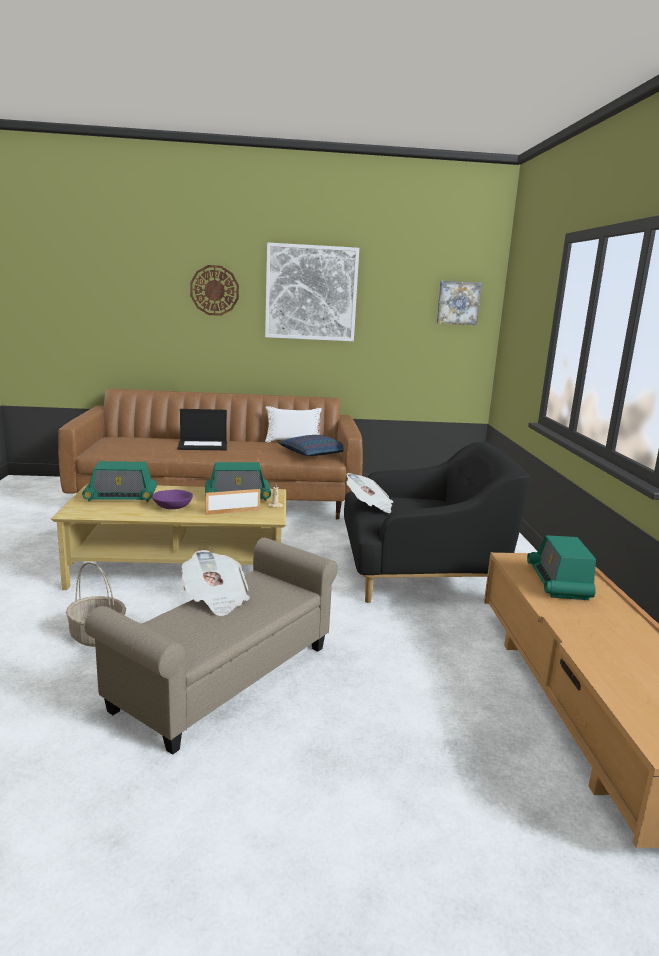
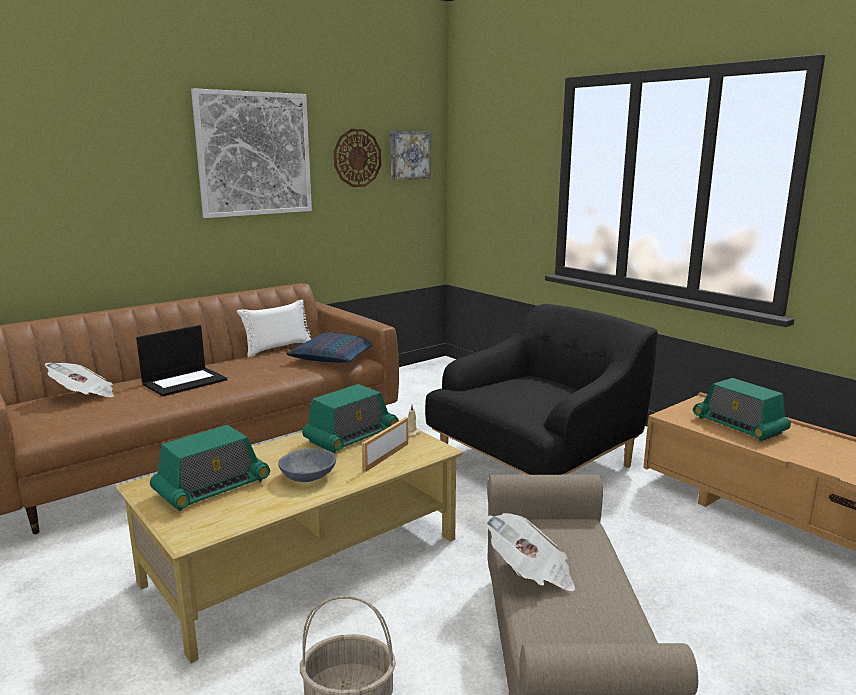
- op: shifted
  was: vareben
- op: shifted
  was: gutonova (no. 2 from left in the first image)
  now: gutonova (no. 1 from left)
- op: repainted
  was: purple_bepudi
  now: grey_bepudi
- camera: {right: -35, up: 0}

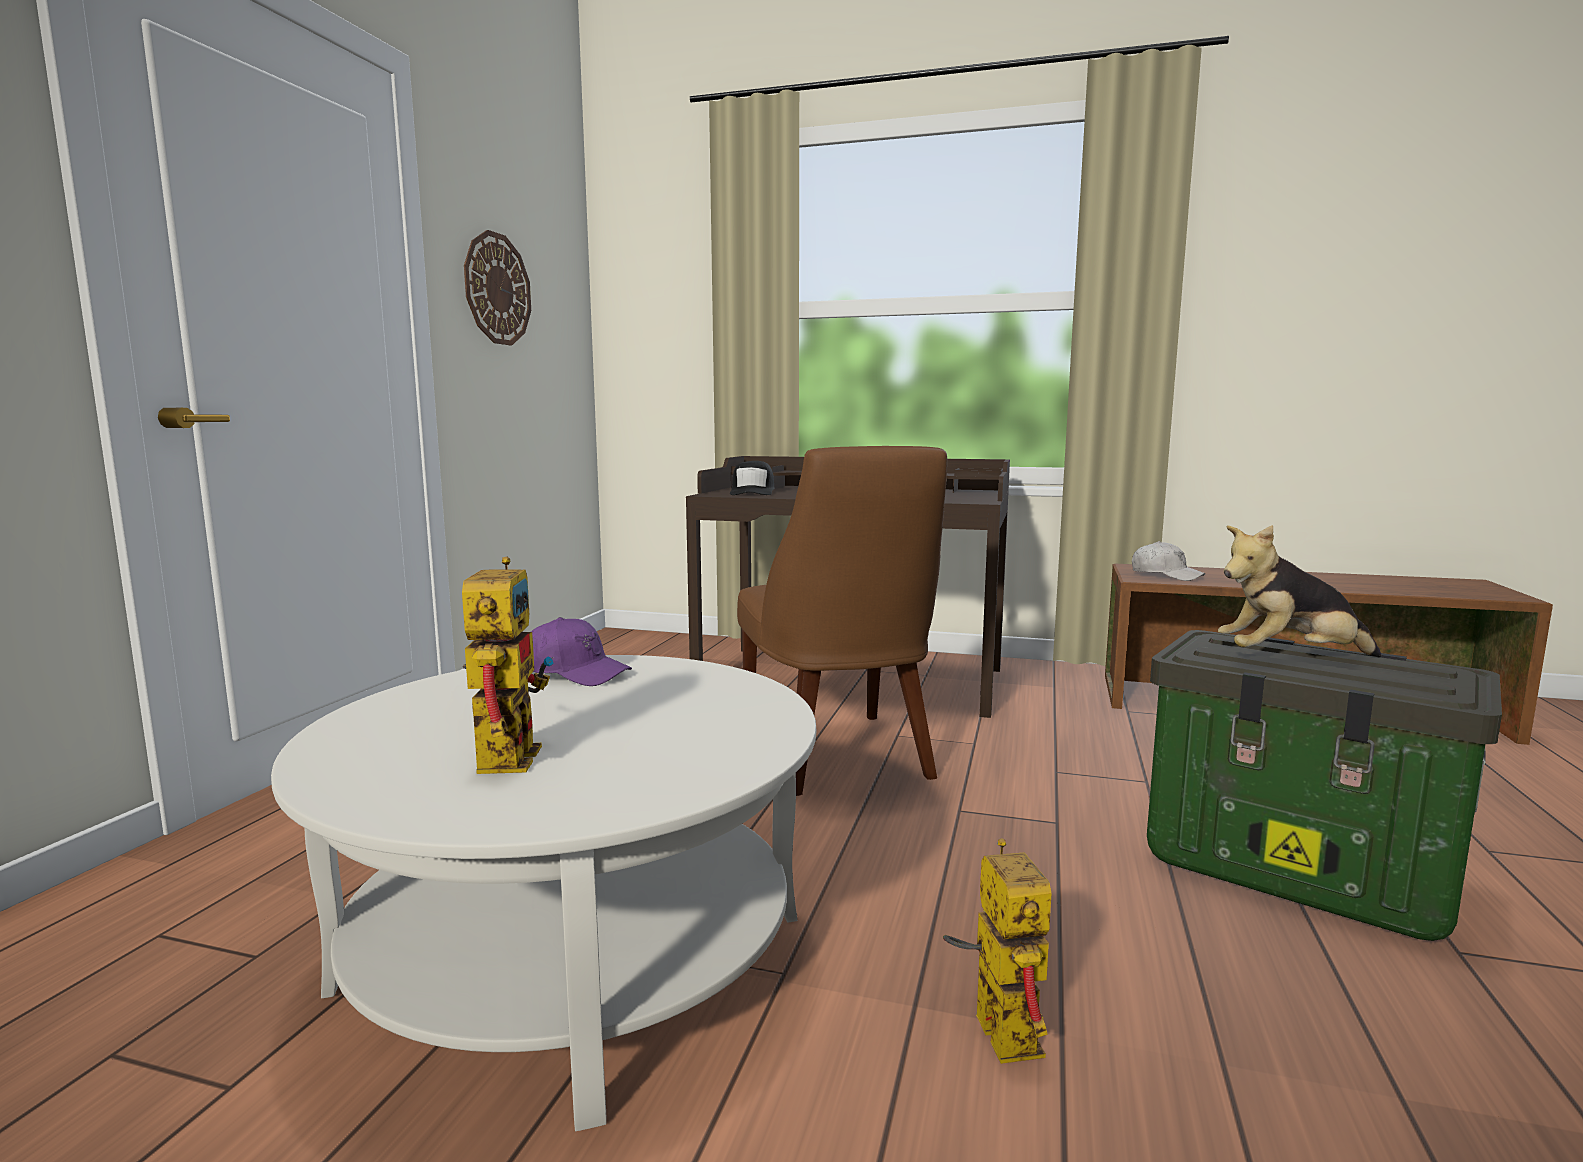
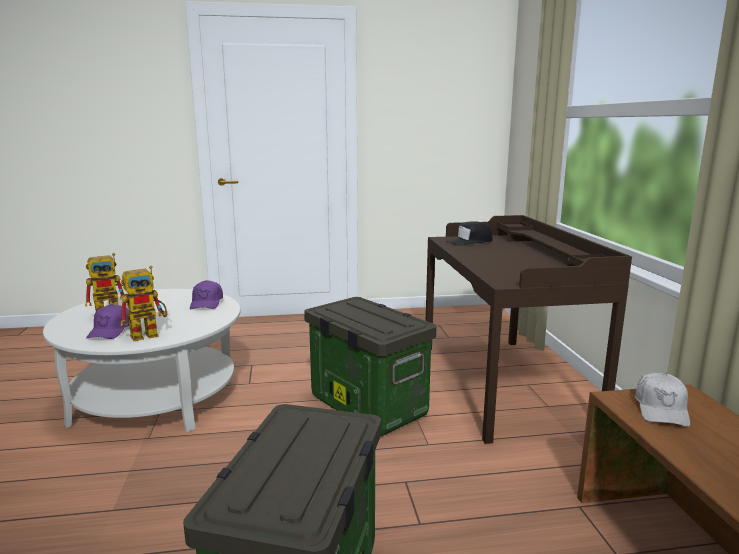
- op: gone
  was: vareben
- op: gone
  was: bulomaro
- op: new
  now: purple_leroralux (no. 1 from left)
- op: shifted
  was: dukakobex (no. 2 from left)
- op: swapped
  was: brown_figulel
  now: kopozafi (no. 2 from left)
- camera: {right: 65, up: 5}

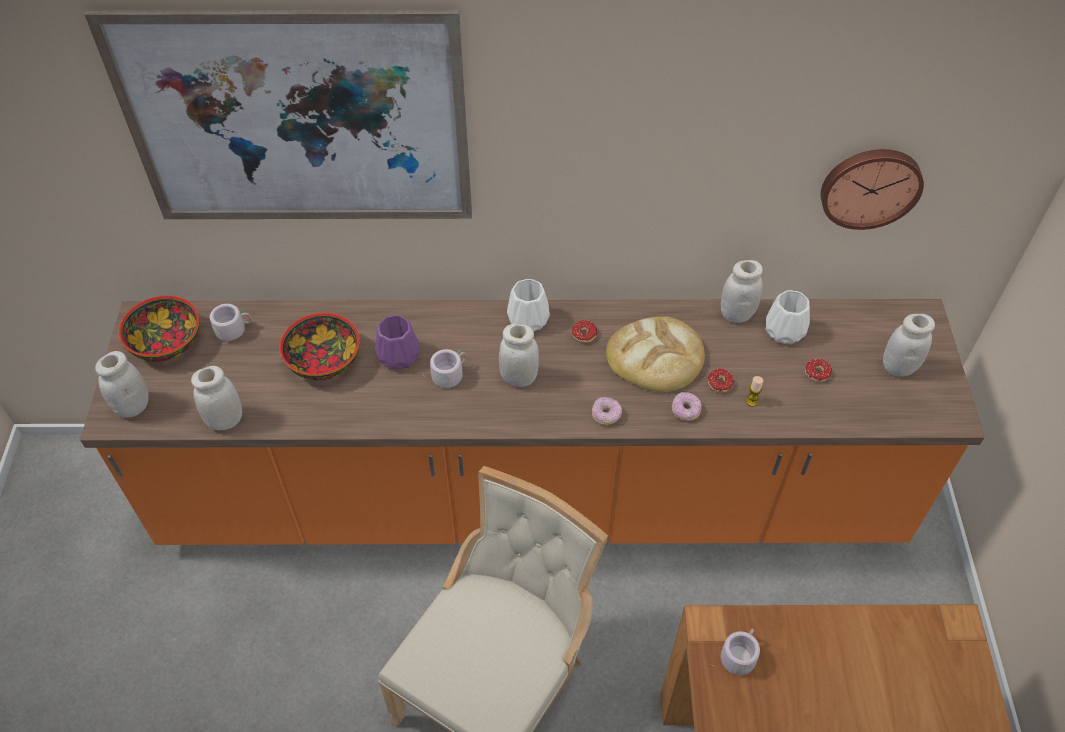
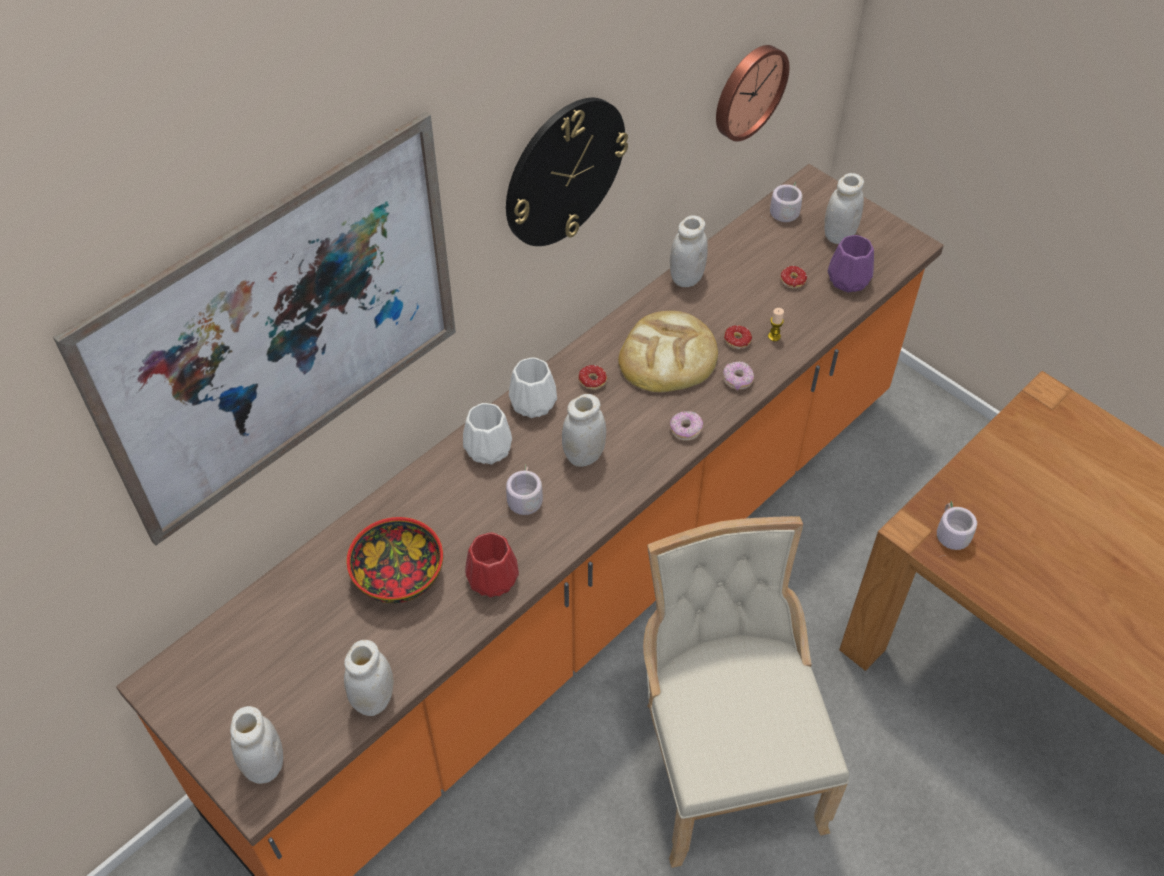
- op: gone
  was: bepudi (no. 1 from left)
- op: new
  now: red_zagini
- op: new
  now: vareben (no. 1 from left)
- op: shifted
  was: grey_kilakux (no. 1 from left in the first image)
  now: grey_kilakux (no. 2 from left)
- op: shifted
  was: purple_zagini
- op: shifted
  was: white_zagini (no. 2 from left in the first image)
  now: white_zagini (no. 1 from left)
- camera: {right: -45, up: 0}

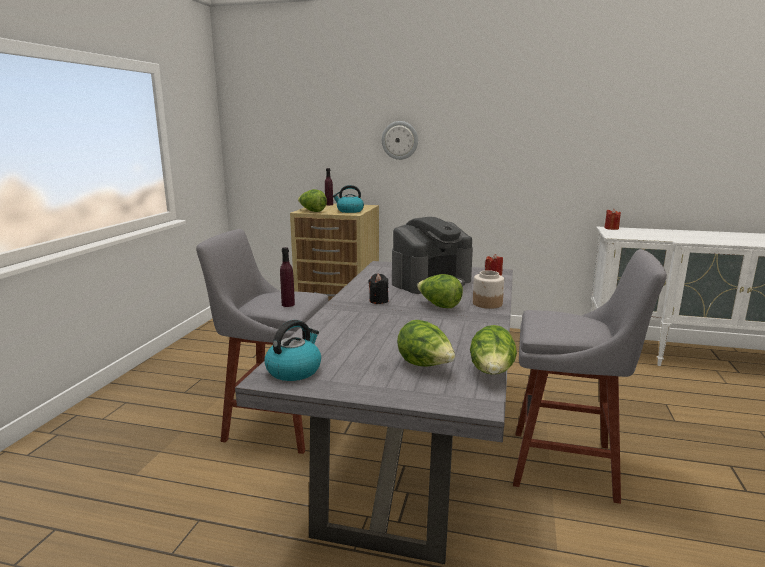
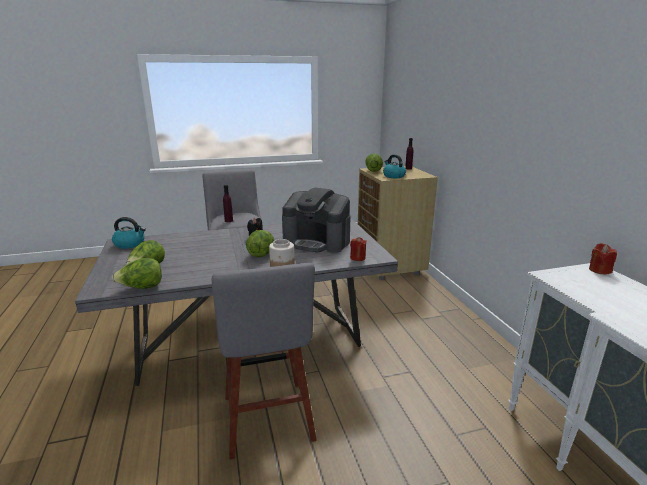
- op: gone
  was: vareben
- camera: {right: 60, up: 5}

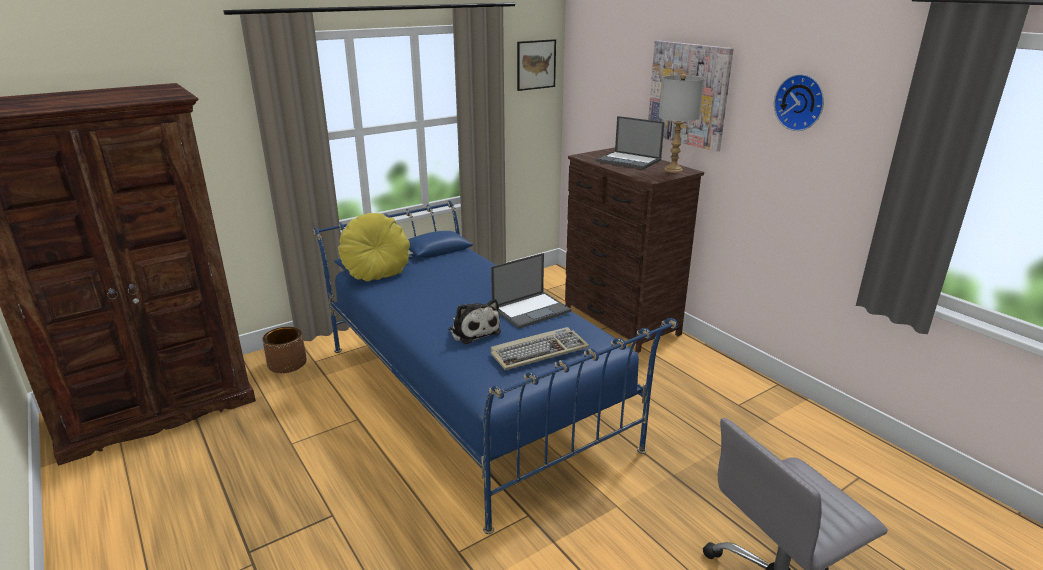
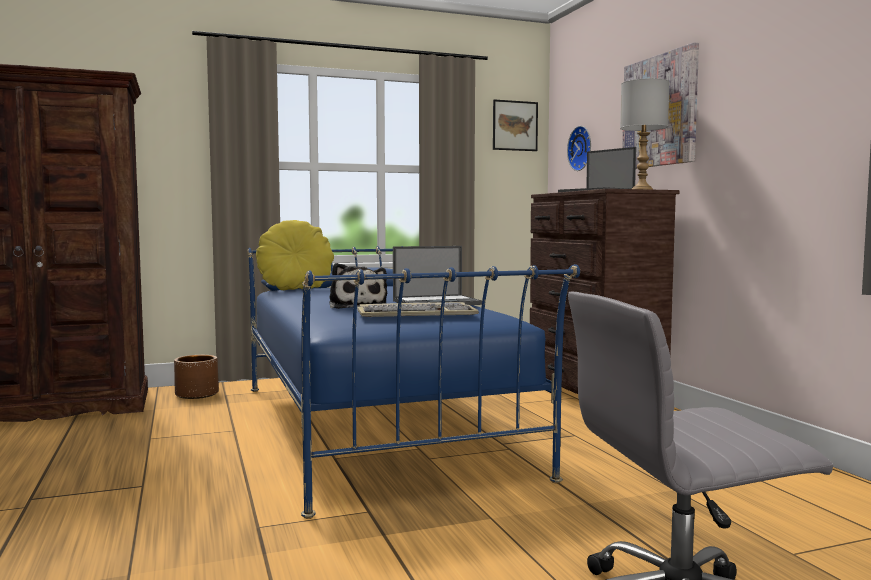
- op: shifted
  was: vareben
- camera: {right: 15, up: -20}

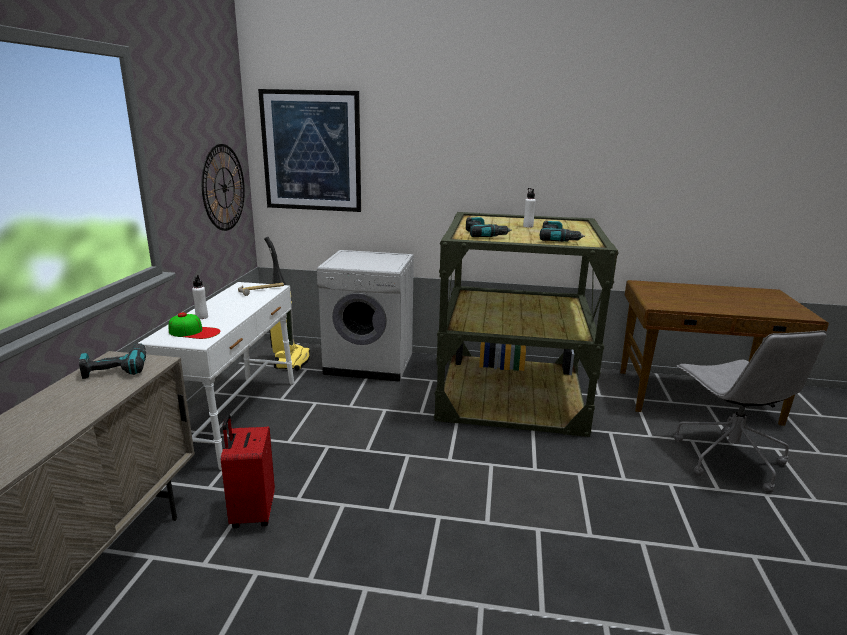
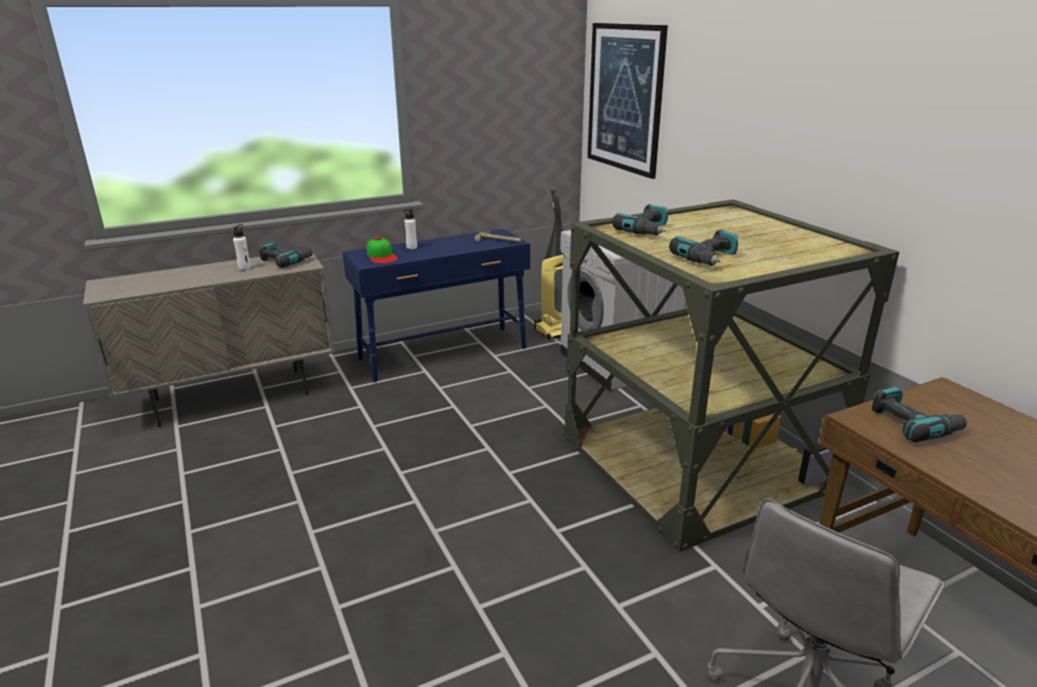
- op: gone
  was: vareben
- op: gone
  was: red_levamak
- op: new
  now: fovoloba (no. 4 from left)
- op: shifted
  was: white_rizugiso (no. 2 from left in the first image)
  now: white_rizugiso (no. 1 from left)
- op: repainted
  was: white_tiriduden
  now: blue_tiriduden
- camera: {right: 55, up: 5}

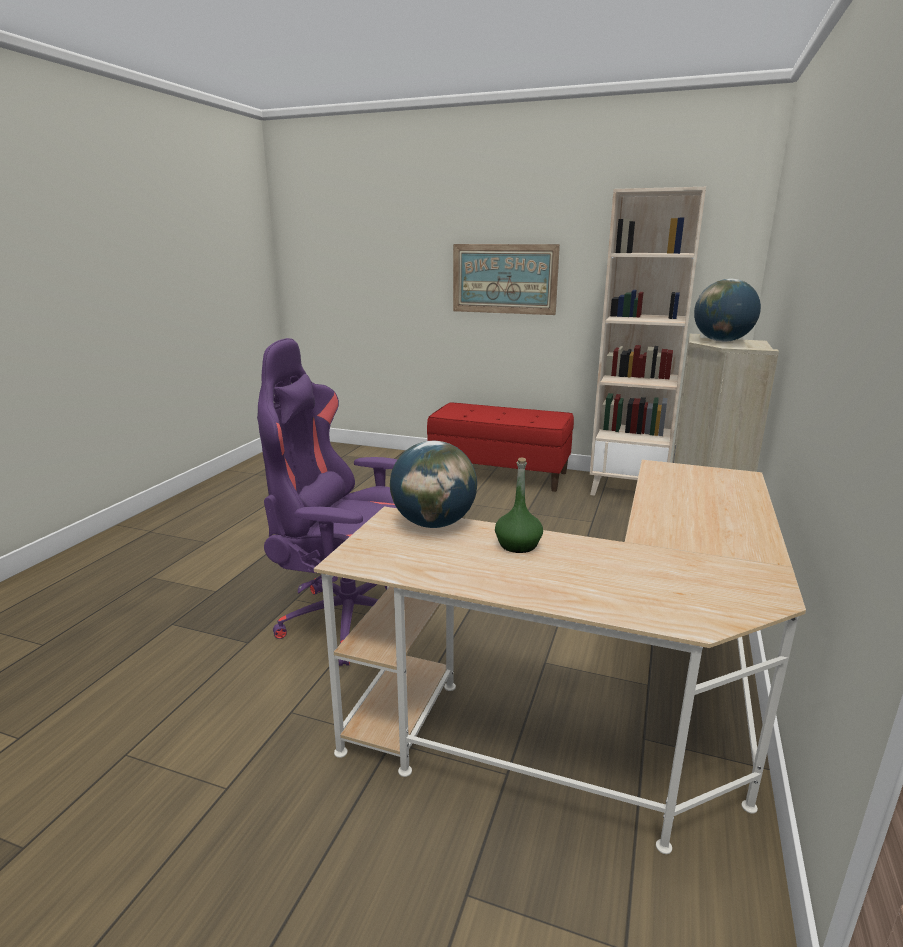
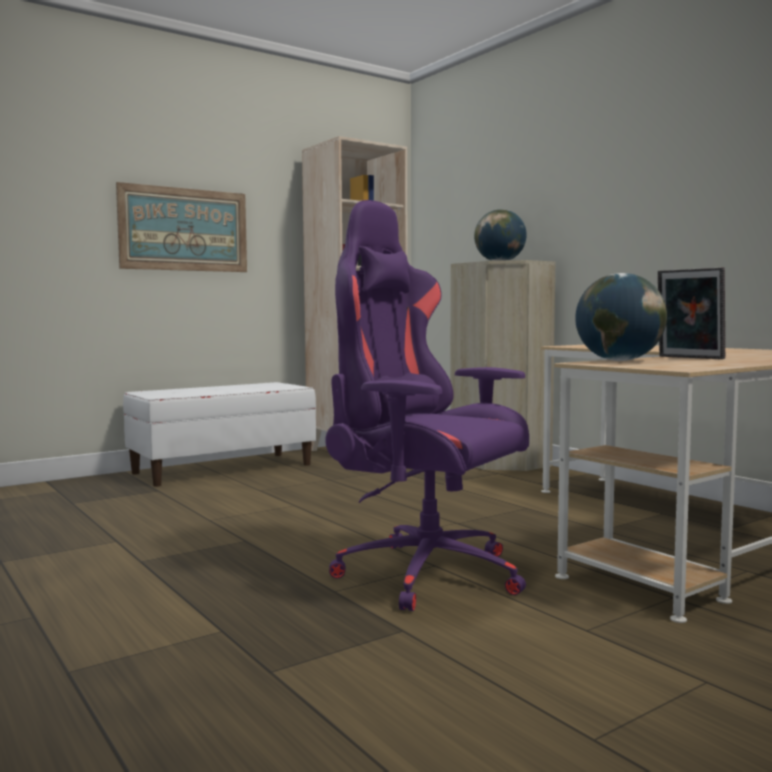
- op: swapped
  was: green_rizugiso
  now: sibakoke
- op: repainted
  was: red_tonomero
  now: white_tonomero
- op: rotated
  was: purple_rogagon
  clockwise: 75
- camera: {right: -55, up: -15}

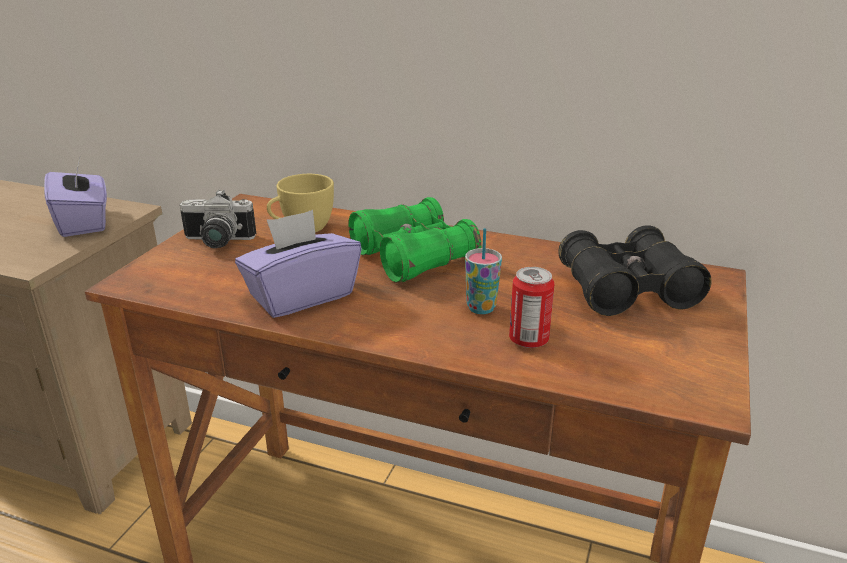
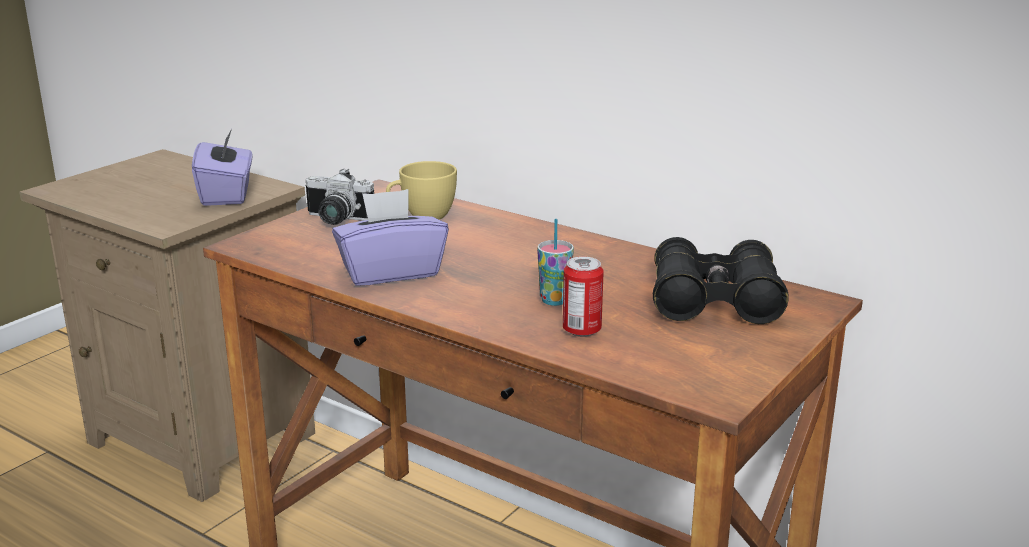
- op: gone
  was: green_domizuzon
- camera: {right: 15, up: -5}

